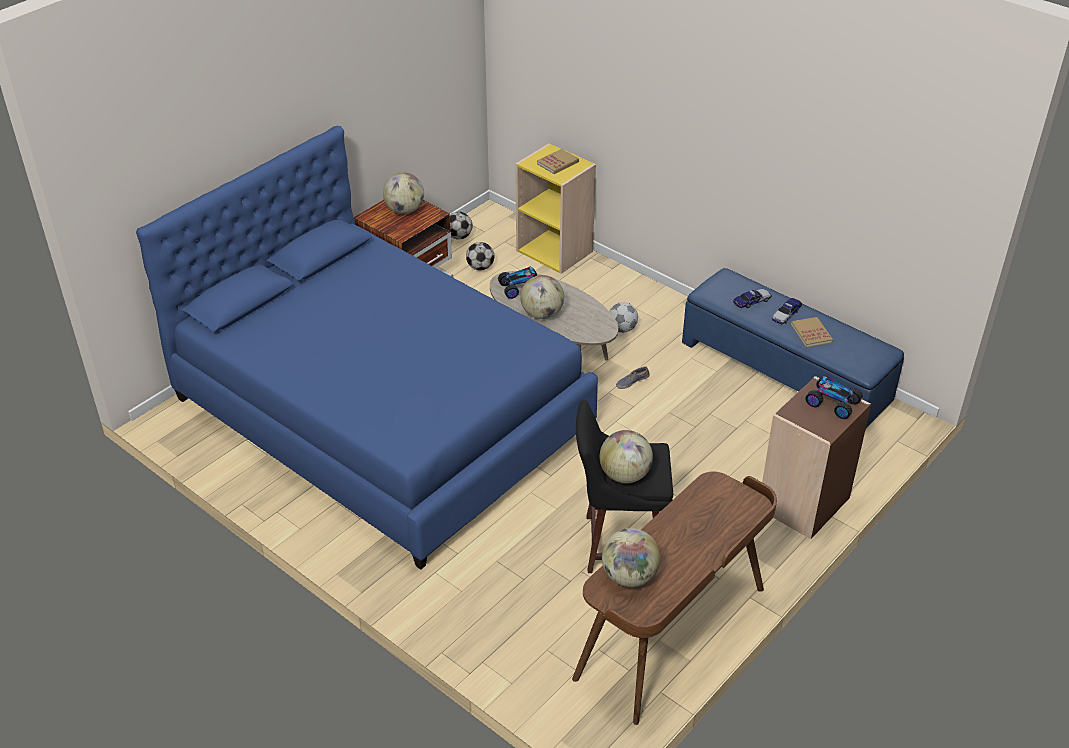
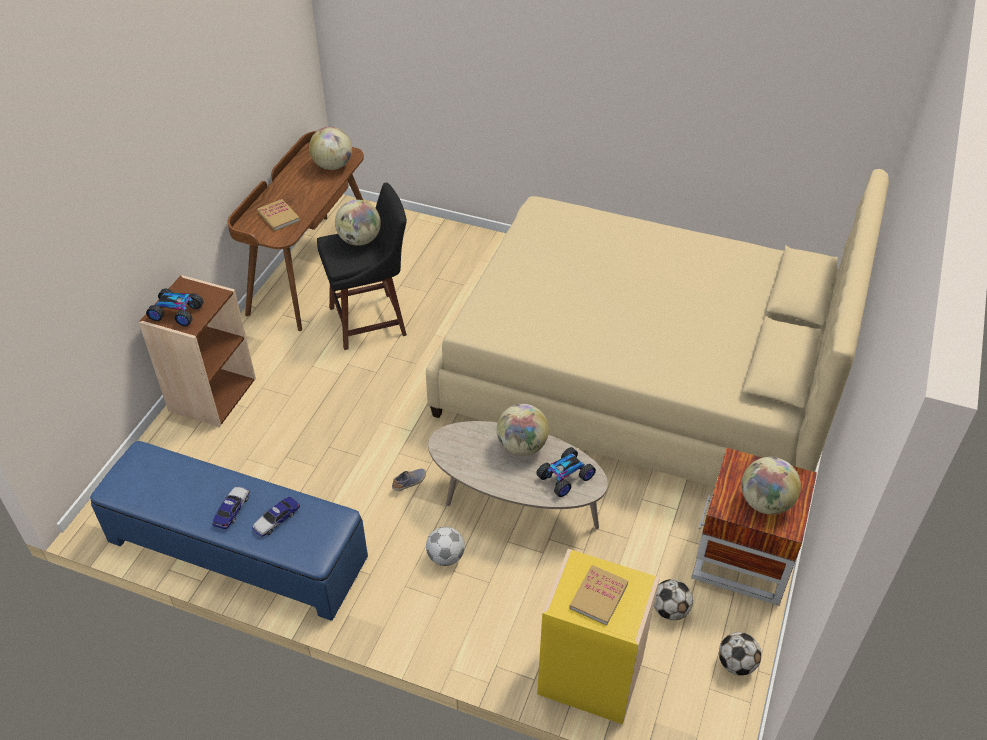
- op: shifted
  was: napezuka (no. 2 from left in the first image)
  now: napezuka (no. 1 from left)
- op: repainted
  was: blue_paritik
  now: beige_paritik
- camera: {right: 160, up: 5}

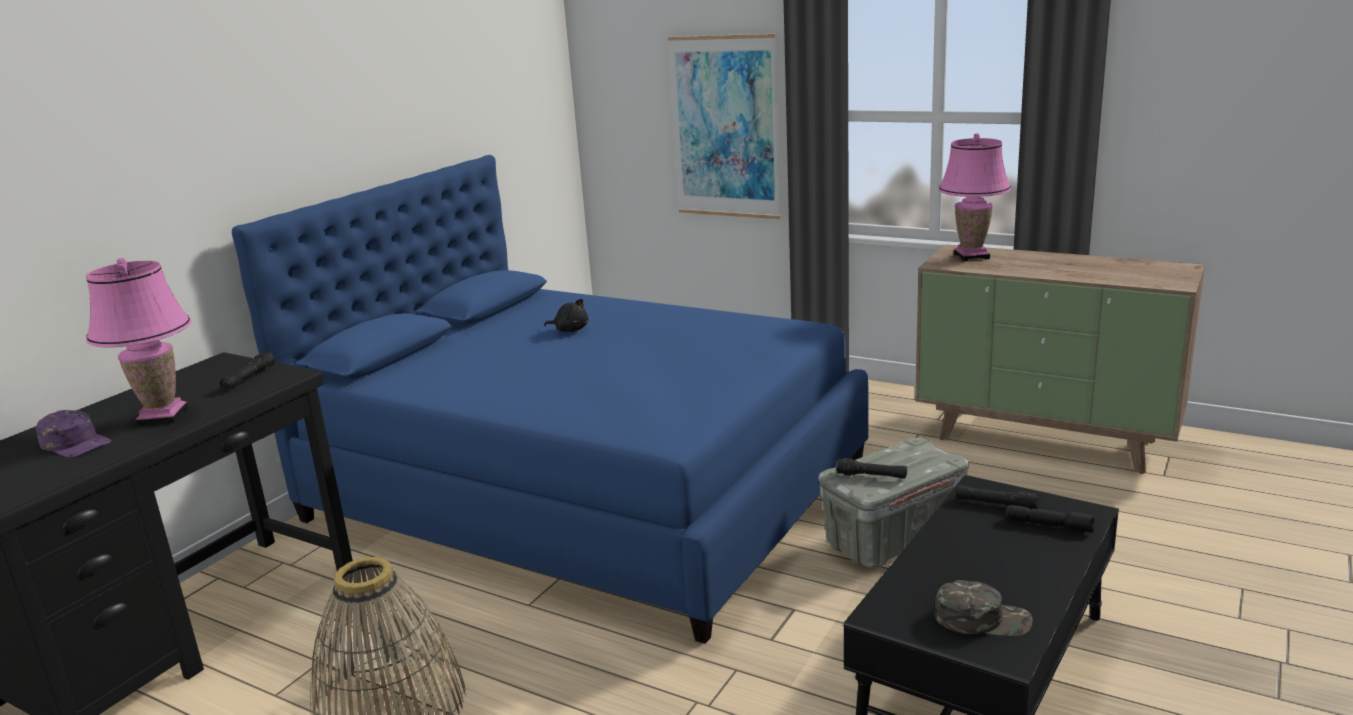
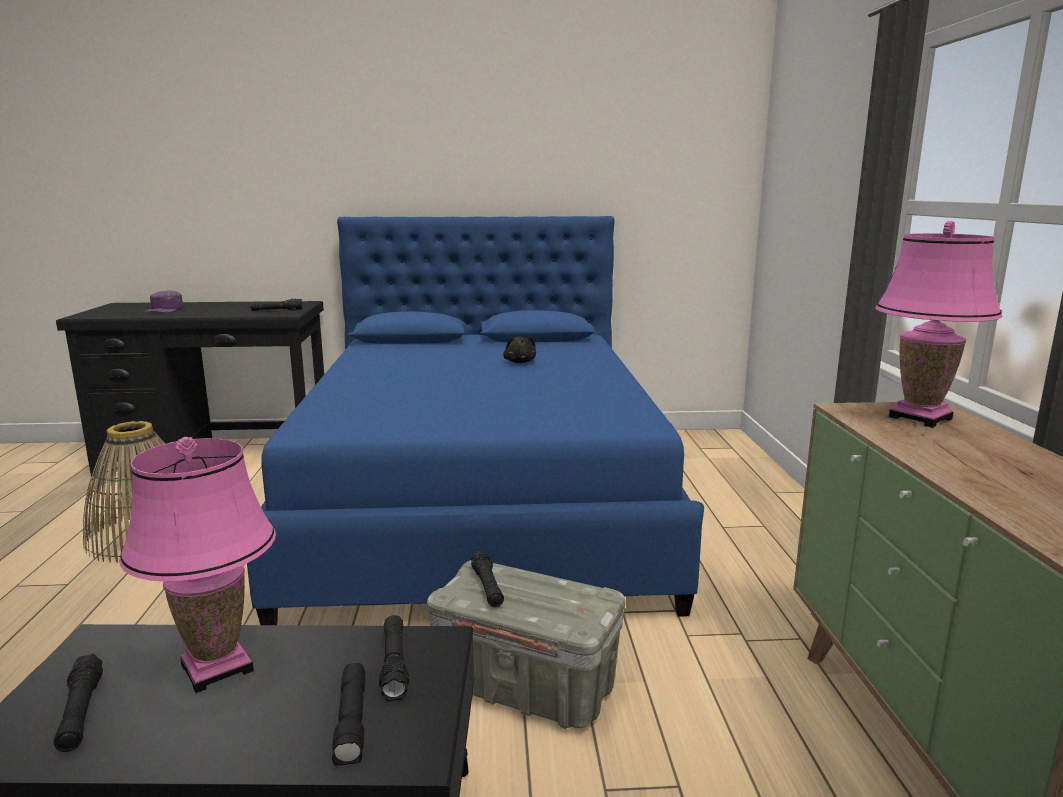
- op: gone
  was: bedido
- op: shifted
  was: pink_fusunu (no. 1 from left)
- op: swapped
  was: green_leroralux
  now: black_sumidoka (no. 1 from left)
- camera: {right: 55, up: -5}

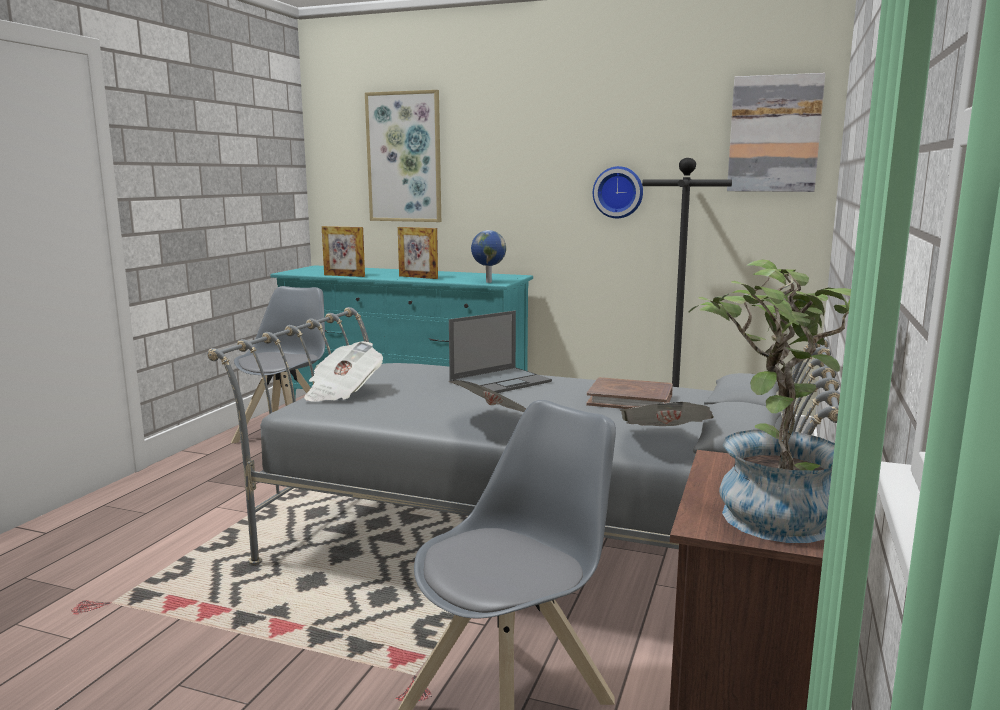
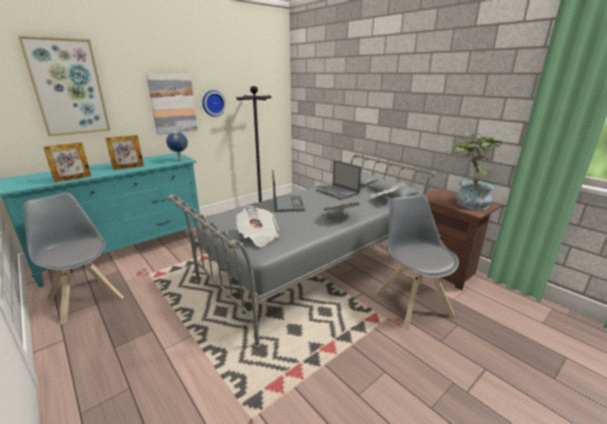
- op: shifted
  was: bedido (no. 2 from left)
- op: swapped
  was: brown_napezuka
  now: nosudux (no. 2 from left)
- camera: {right: -60, up: 10}

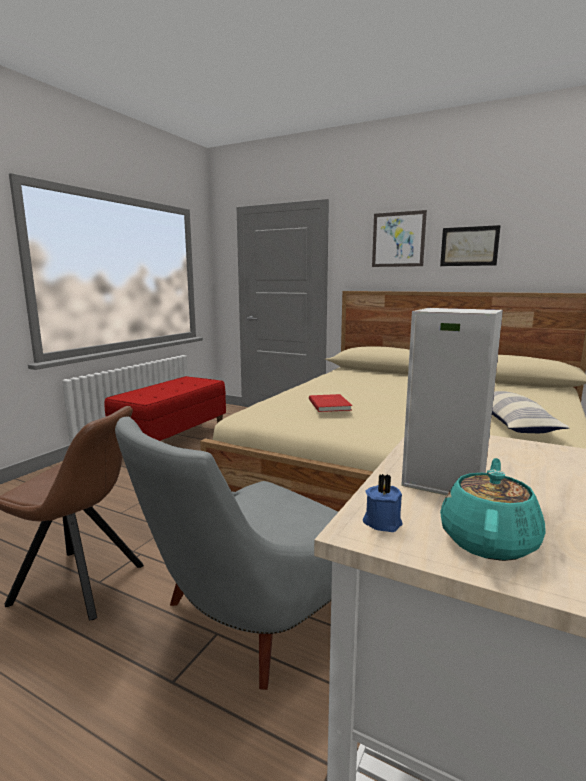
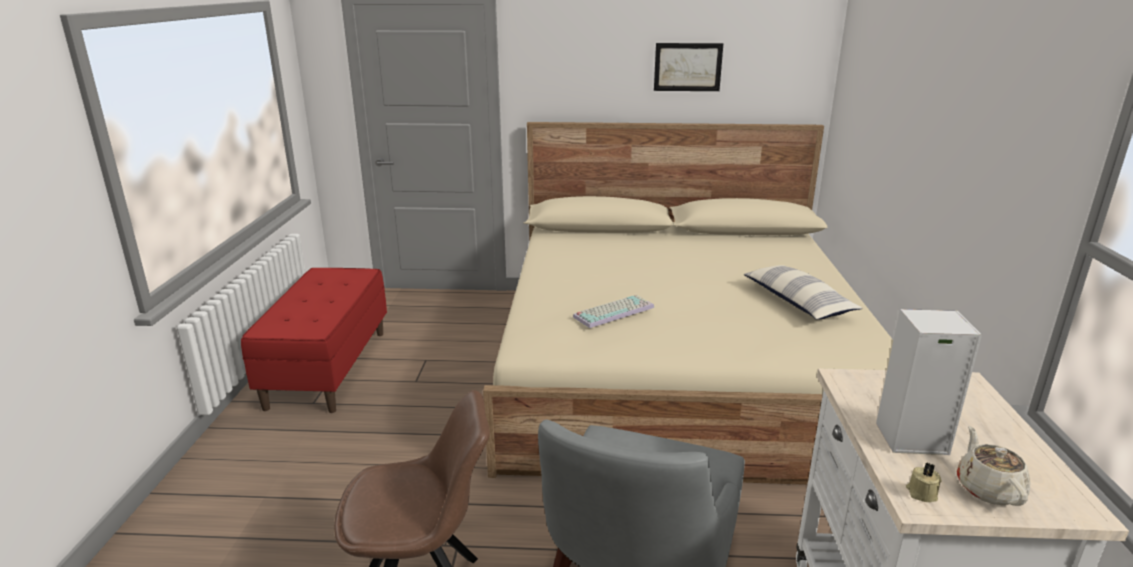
- op: gone
  was: bedido (no. 1 from left)
- op: swapped
  was: red_napezuka
  now: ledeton
- op: repainted
  was: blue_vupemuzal
  now: beige_vupemuzal
- op: repainted
  was: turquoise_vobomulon
  now: beige_vobomulon
- camera: {right: -25, up: 10}

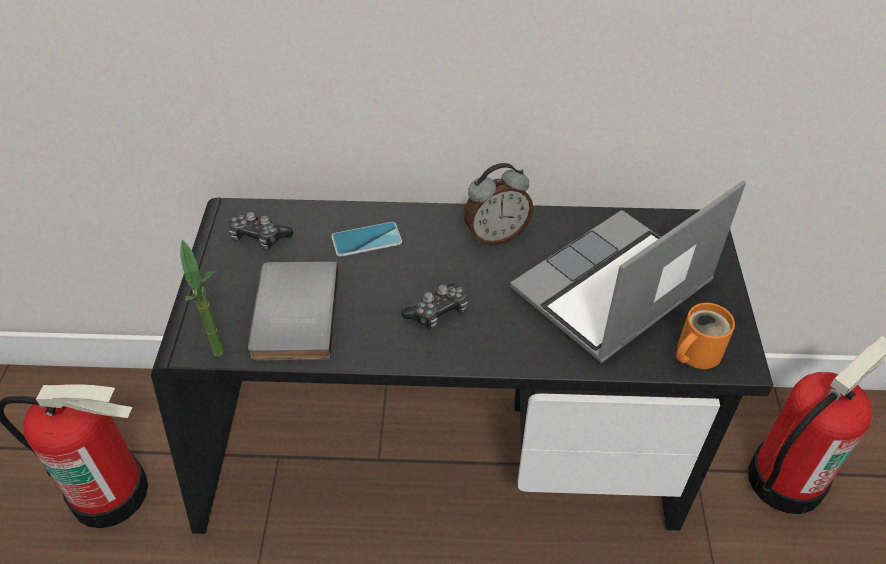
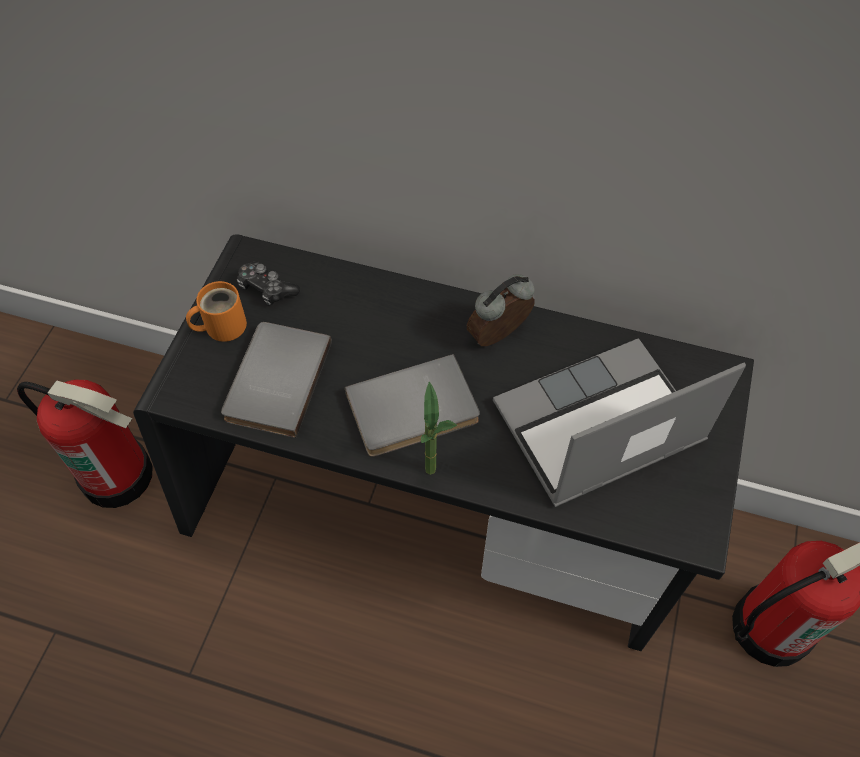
- op: gone
  was: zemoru
- op: shifted
  was: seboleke
- op: shifted
  was: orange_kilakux
- op: swapped
  was: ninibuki (no. 2 from left)
  now: grey_napezuka (no. 2 from left)
- op: rotated
  was: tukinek
  clockwise: 150
- camera: {right: 15, up: 10}

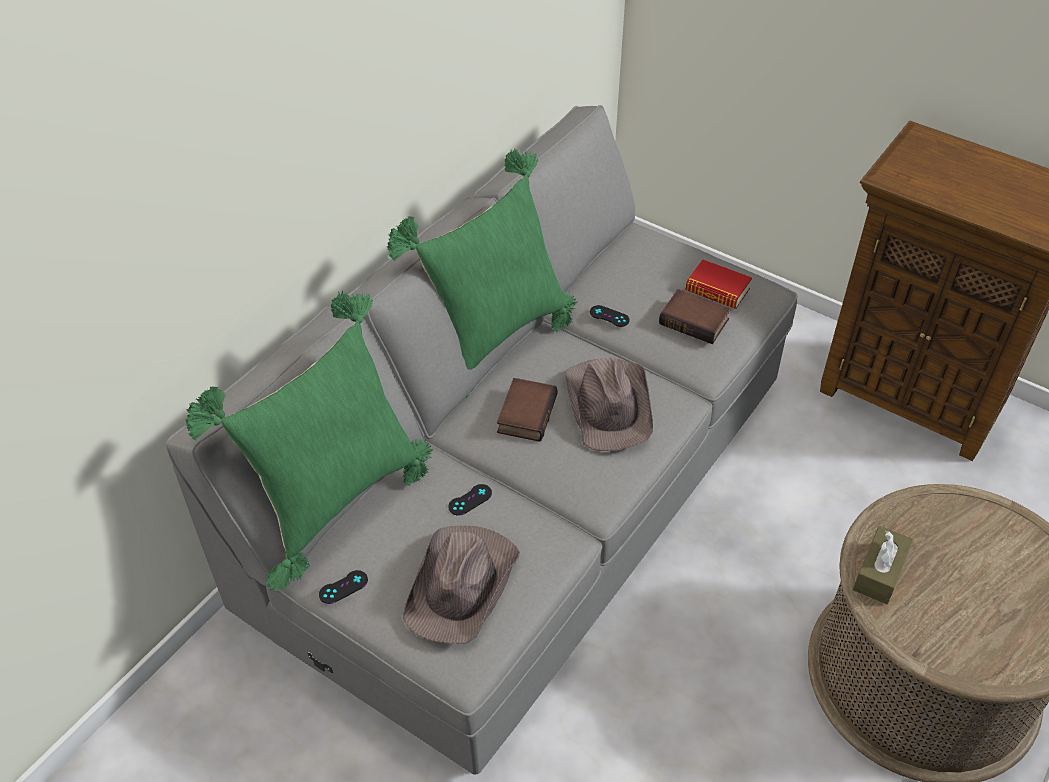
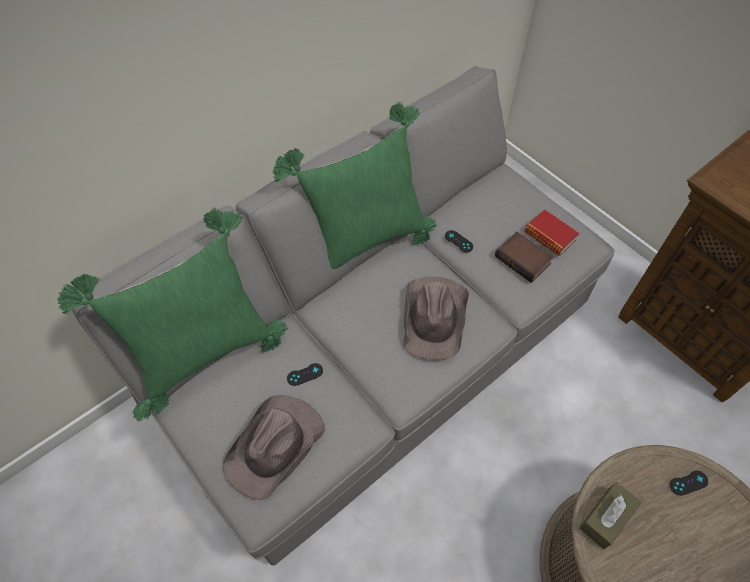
- op: gone
  was: napezuka (no. 1 from left)
- op: shifted
  was: black_ninibuki (no. 1 from left in the first image)
  now: black_ninibuki (no. 3 from left)
- camera: {right: 15, up: 10}

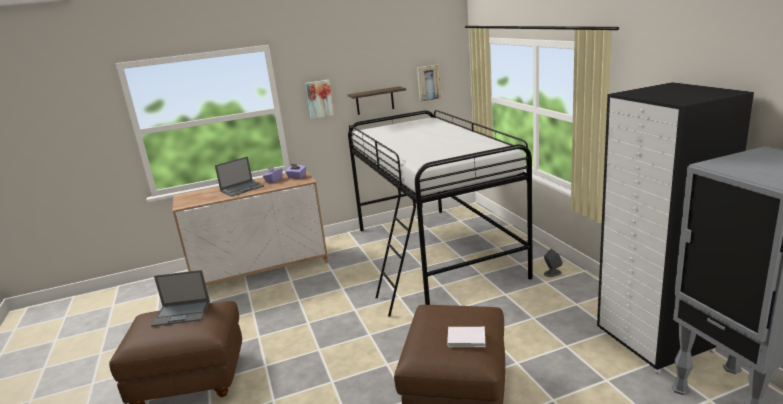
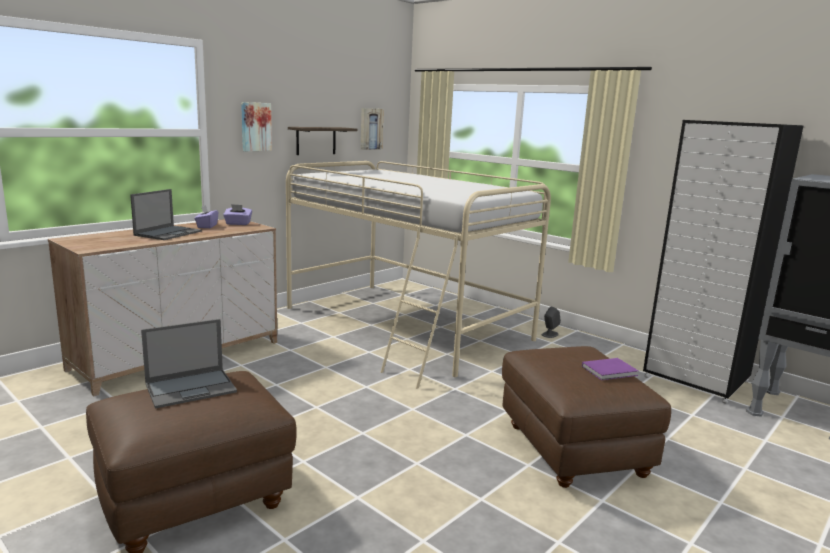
- op: repainted
  was: black_paritik
  now: beige_paritik
- op: repainted
  was: white_napezuka
  now: purple_napezuka
- camera: {right: -30, up: -5}

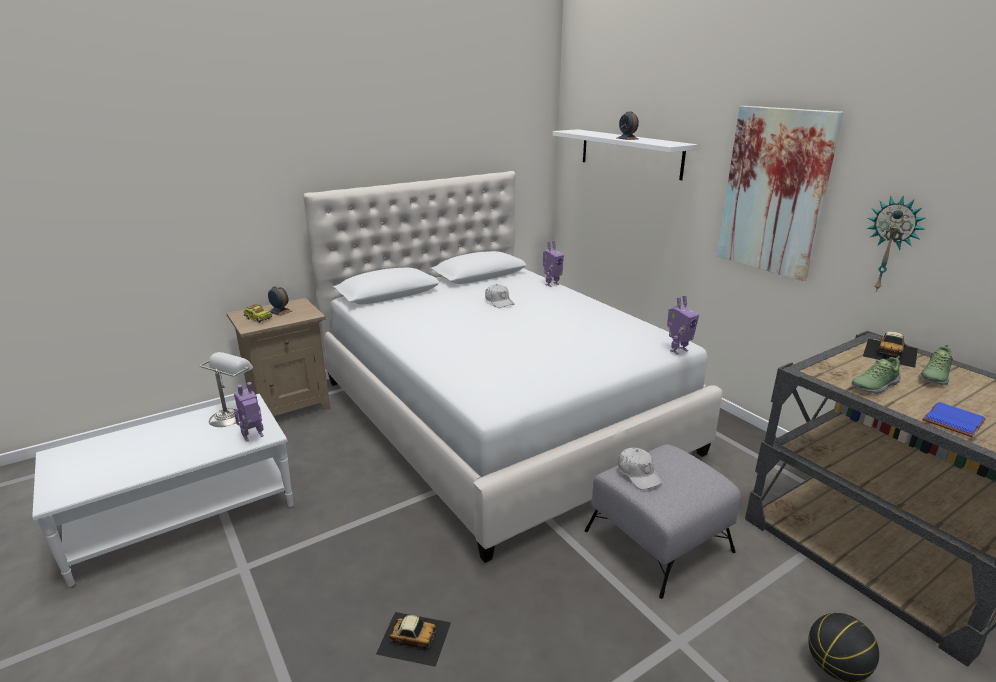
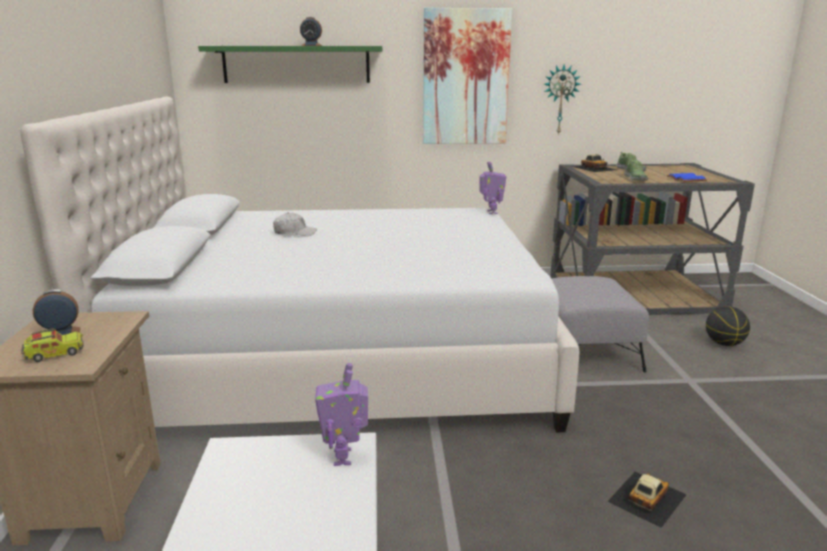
- op: gone
  was: white_fusunu
- op: gone
  was: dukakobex (no. 2 from left)
- op: gone
  was: white_leroralux (no. 2 from left)
- op: repainted
  was: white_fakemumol
  now: green_fakemumol
- camera: {right: -60, up: -5}

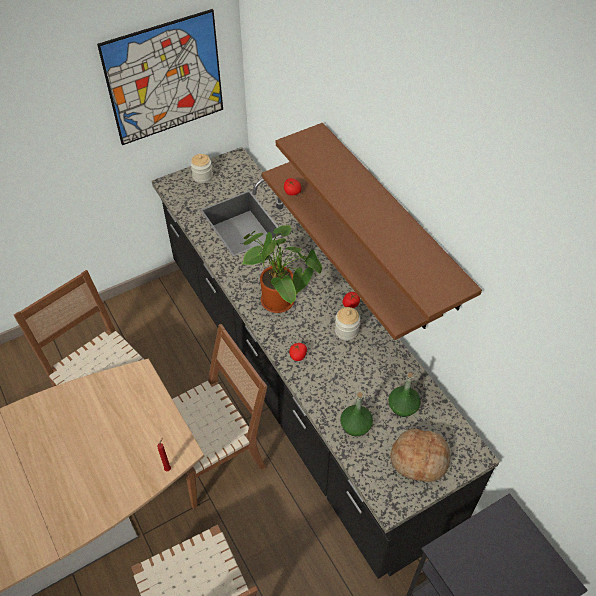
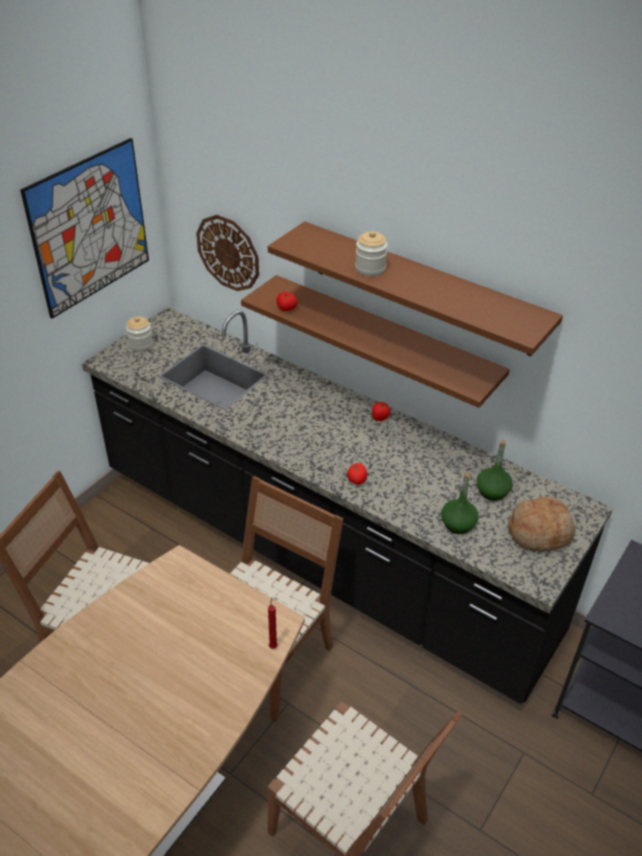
- op: gone
  was: seboleke
- op: new
  now: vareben
- op: shifted
  was: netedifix (no. 2 from left)
- camera: {right: -25, up: -10}

